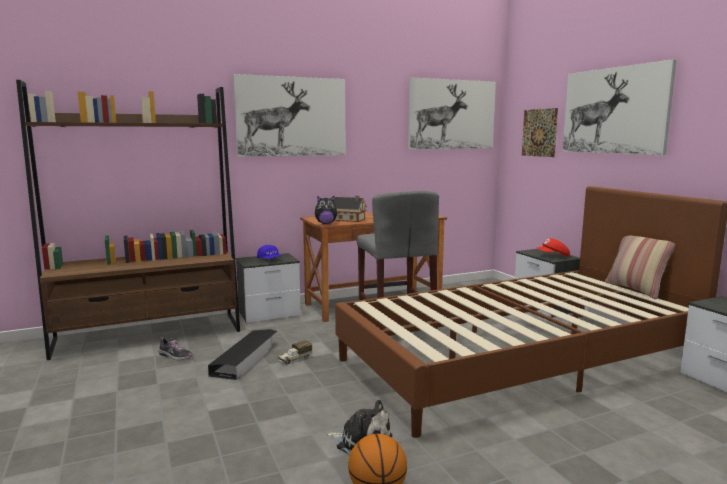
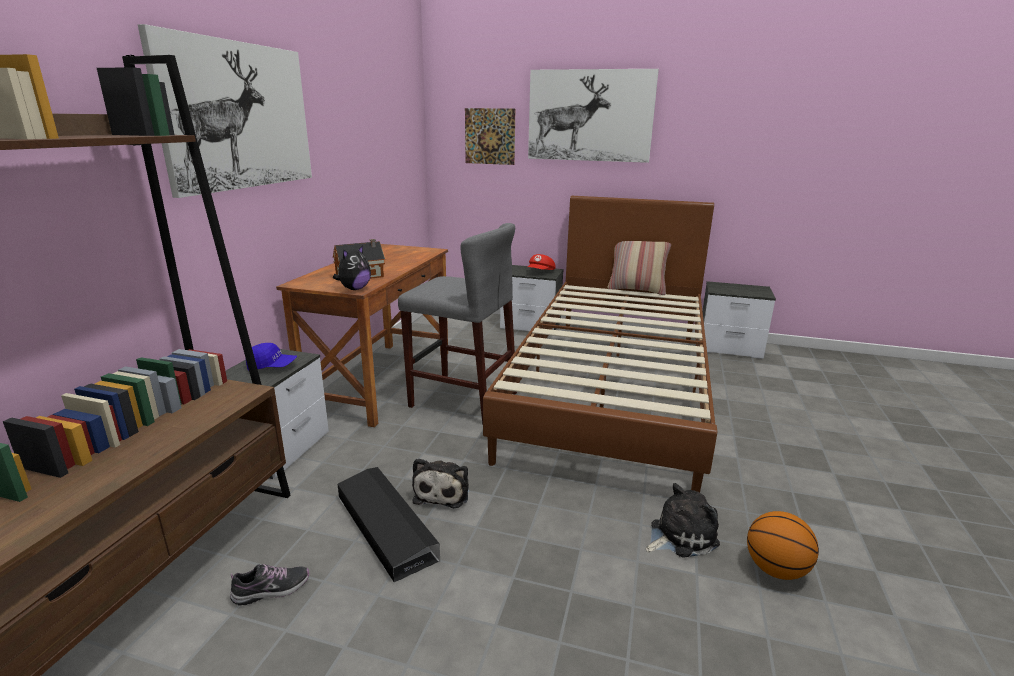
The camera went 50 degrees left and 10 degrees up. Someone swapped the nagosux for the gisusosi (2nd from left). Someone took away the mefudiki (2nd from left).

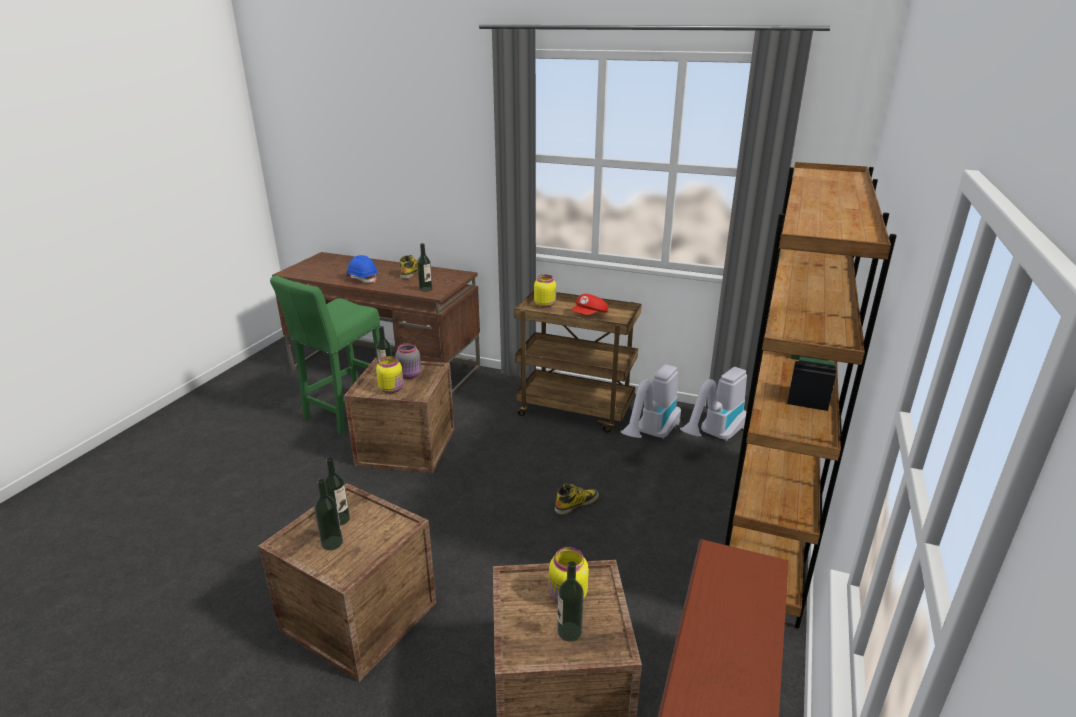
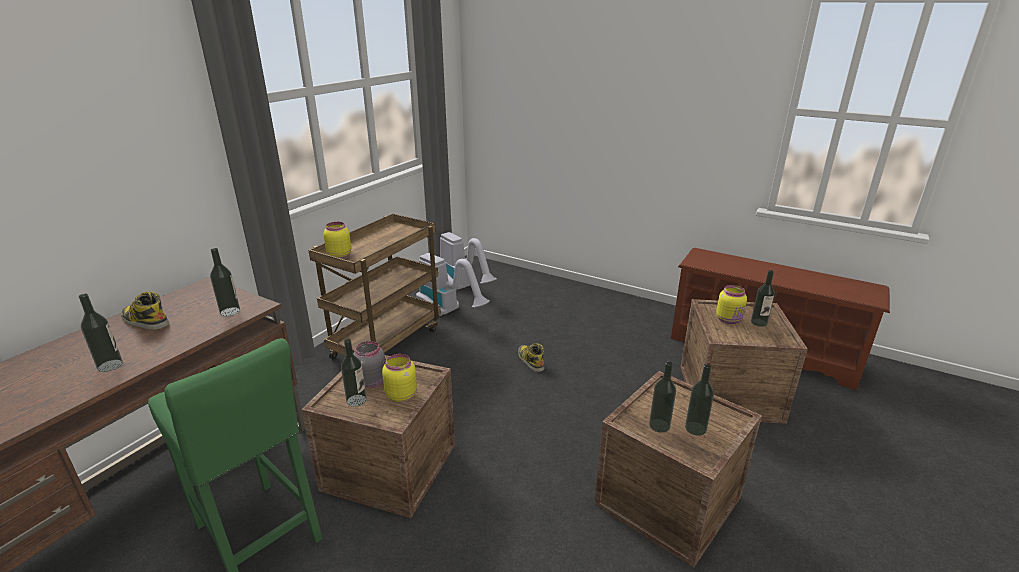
The camera went 80 degrees left and 0 degrees up. Someone swapped the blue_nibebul for the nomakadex (1st from left). Someone took away the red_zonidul. Someone took away the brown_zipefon.

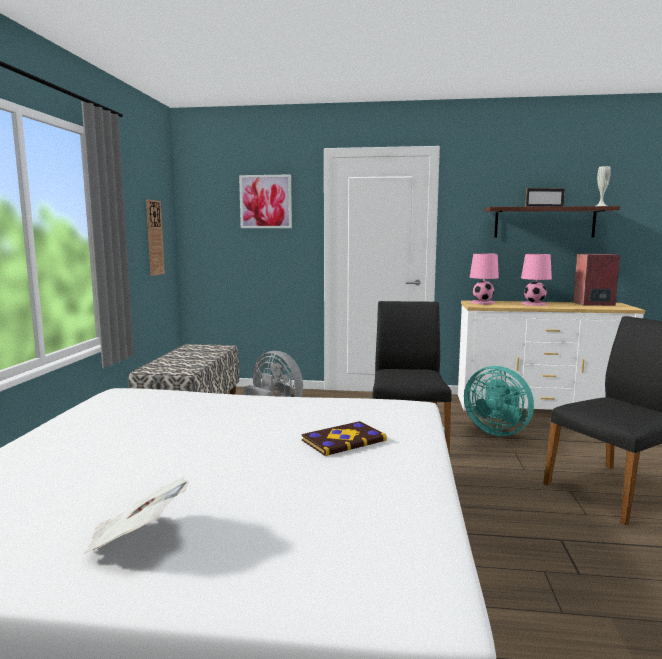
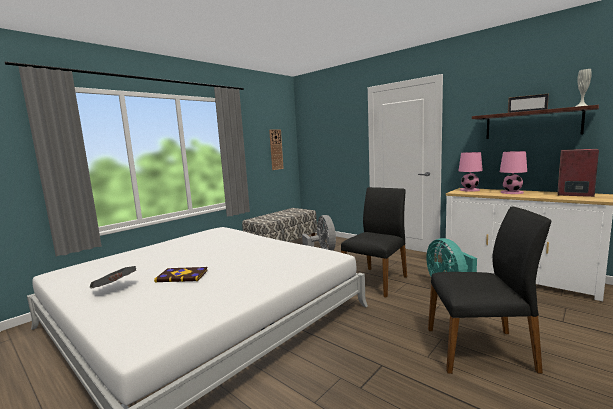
The camera went 35 degrees right and 0 degrees up. Someone carried the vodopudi. Someone took away the mefudiki.

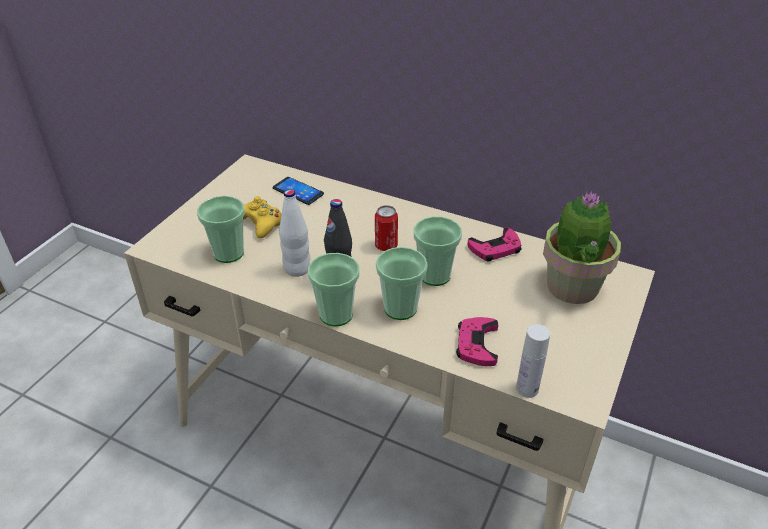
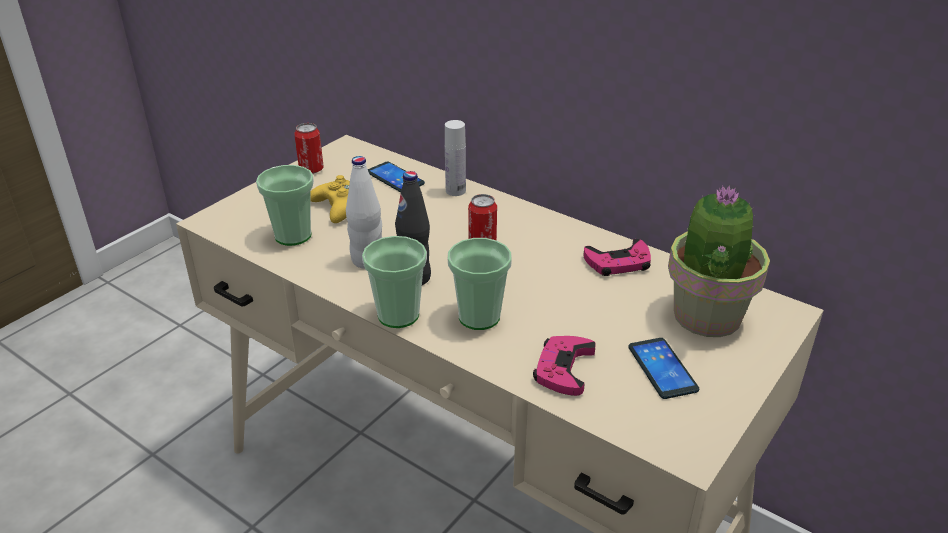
The camera went 10 degrees right and 5 degrees down. Someone put down the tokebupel (1st from left). Someone carried the white_nomakadex (2nd from left). Someone put down the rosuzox (2nd from left). Someone took away the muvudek (4th from left).

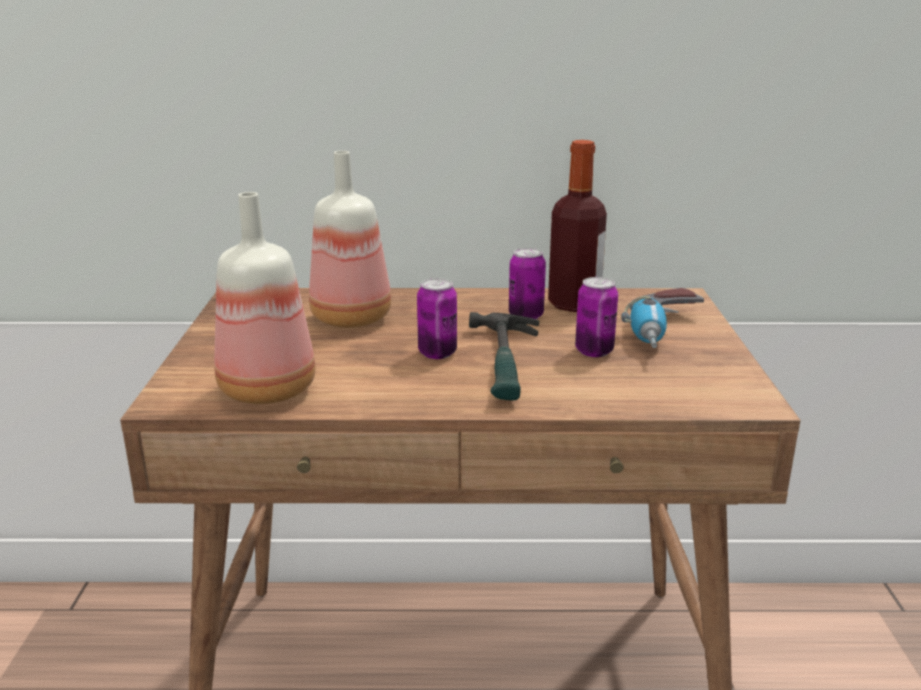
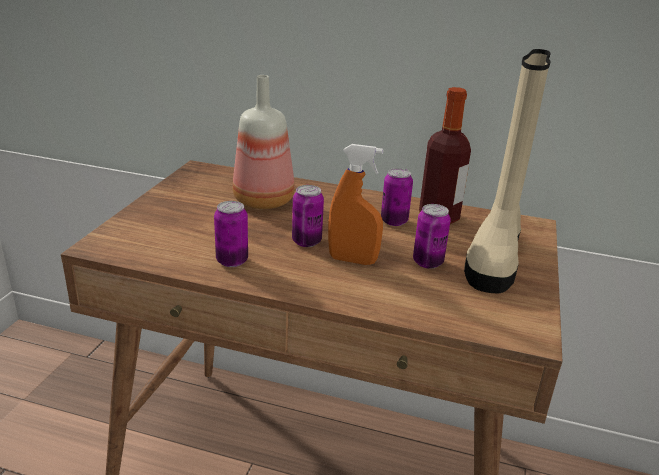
The camera went 15 degrees right and 5 degrees up. Someone put down the tokebupel (1st from left). Someone swapped the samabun for the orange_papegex. Someone swapped the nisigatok for the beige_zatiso. Someone took away the nomakadex (1st from left).

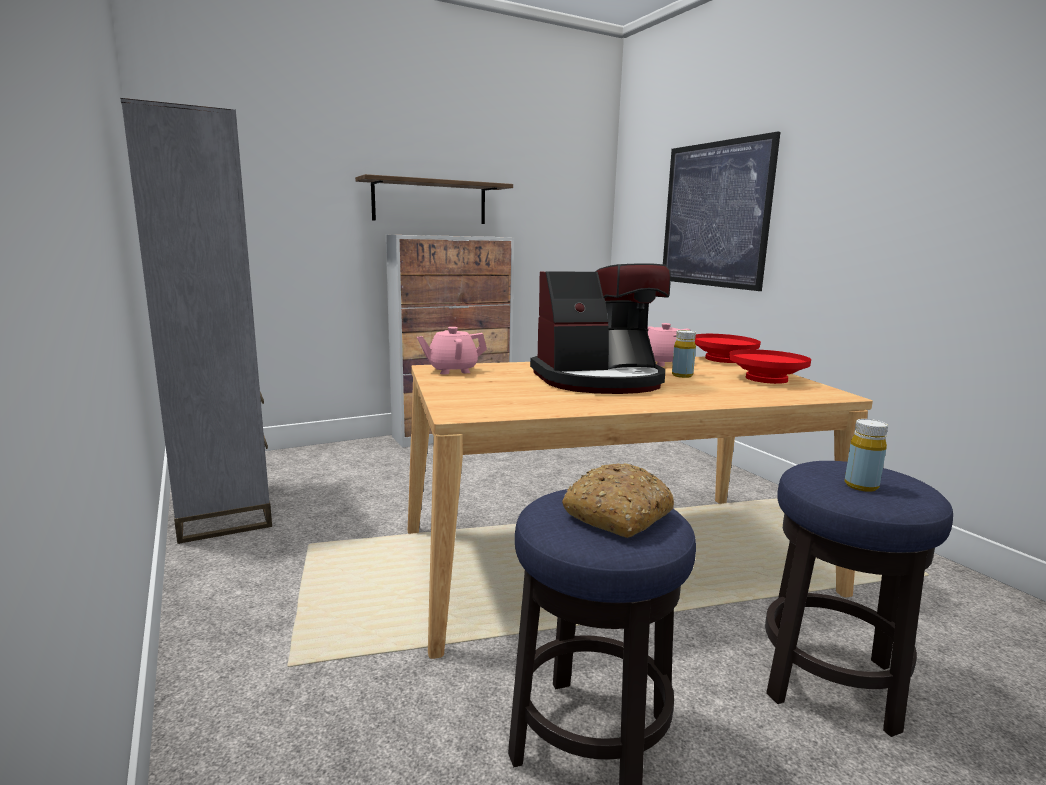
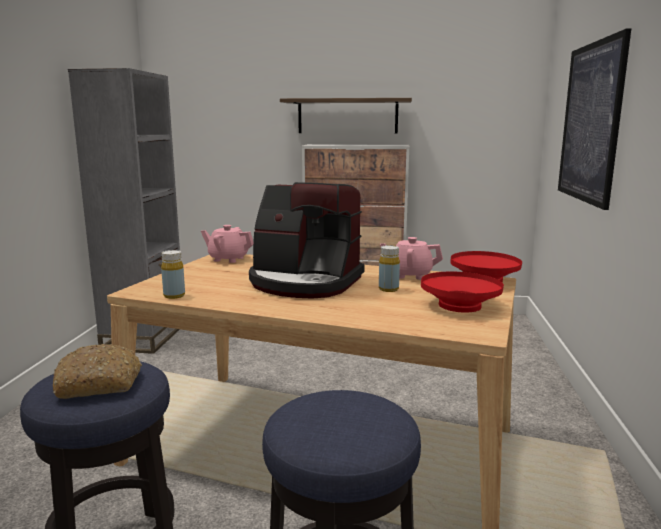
The camera went 35 degrees right and 0 degrees up. Someone carried the yellow_nomakadex (2nd from left in the first image).

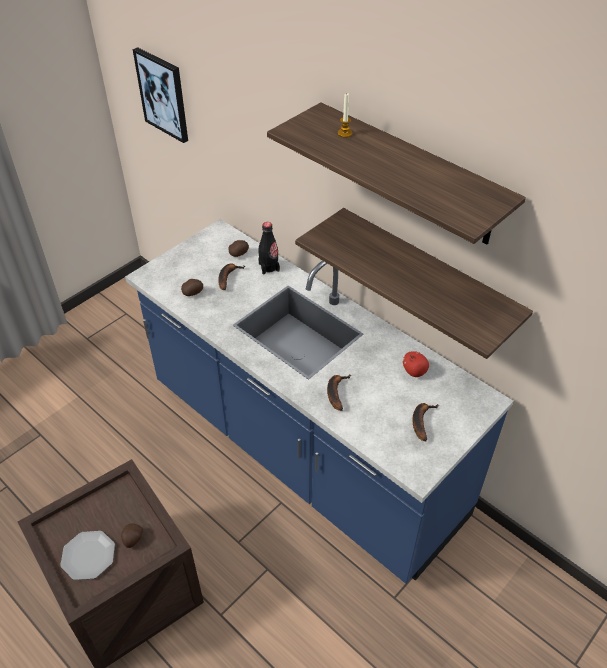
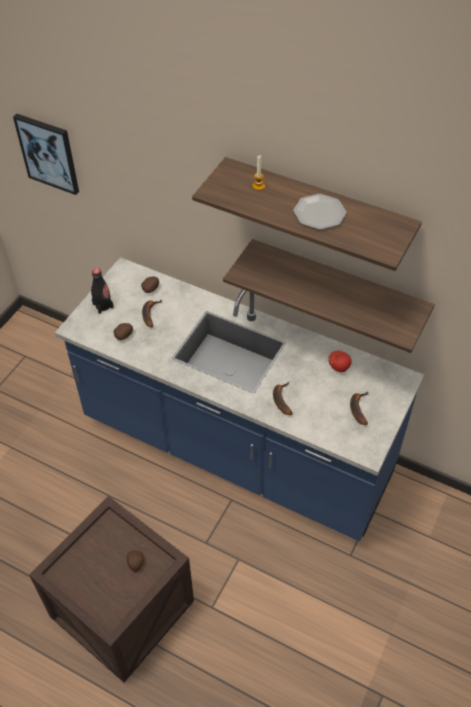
The camera went 15 degrees left and 5 degrees up. Someone carried the black_nomakadex. Someone carried the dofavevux.

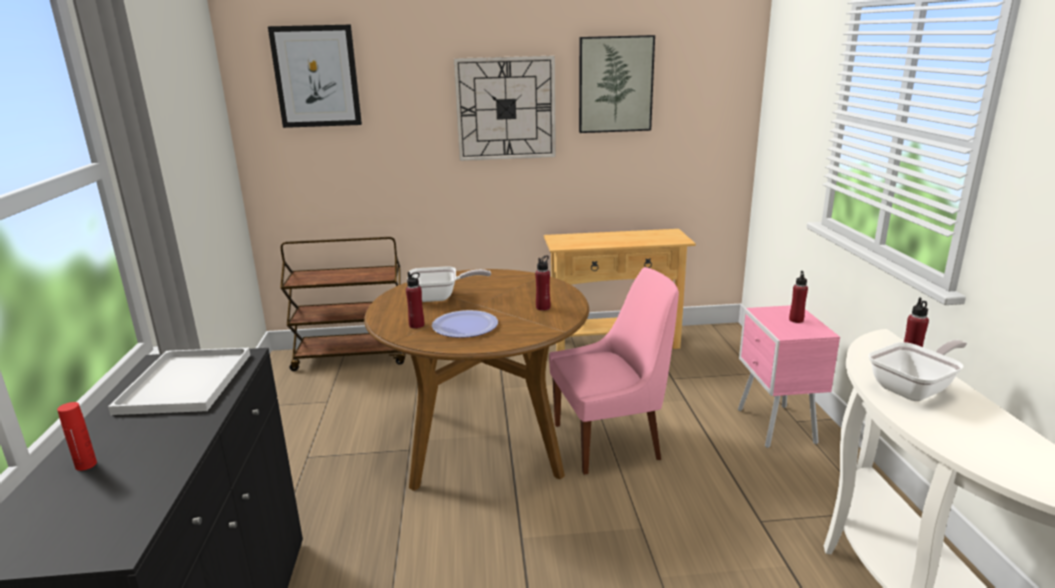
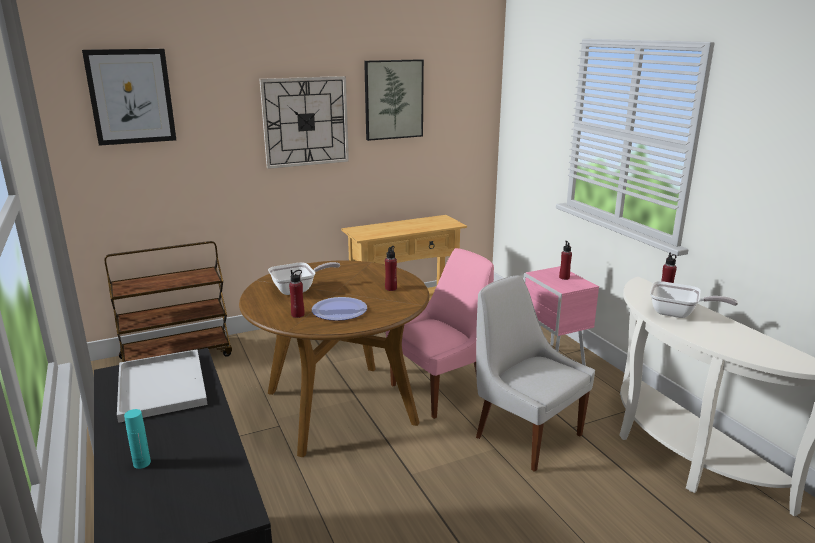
The camera went 20 degrees left and 0 degrees up. Someone repainted the red_nomakadex (1st from left), which became the turquoise_nomakadex. Someone put down the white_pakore. Someone rotated the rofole (2nd from left) by 75 degrees clockwise.

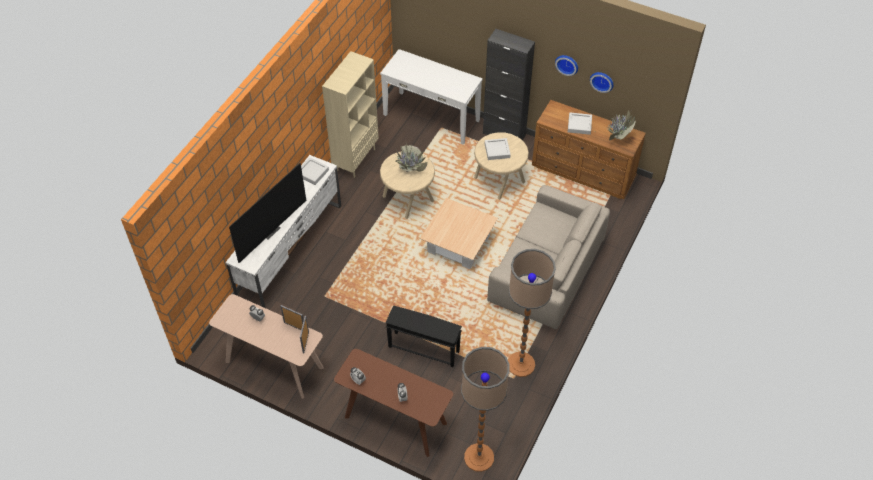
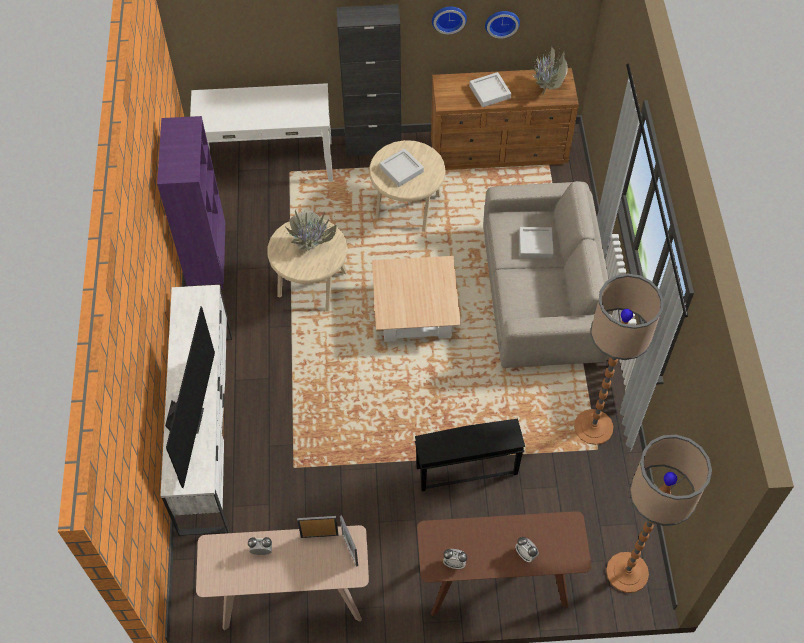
The camera went 30 degrees left and 5 degrees up. Someone repainted the beige_zipefon, which became the purple_zipefon. Someone carried the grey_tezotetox (1st from left in the first image).

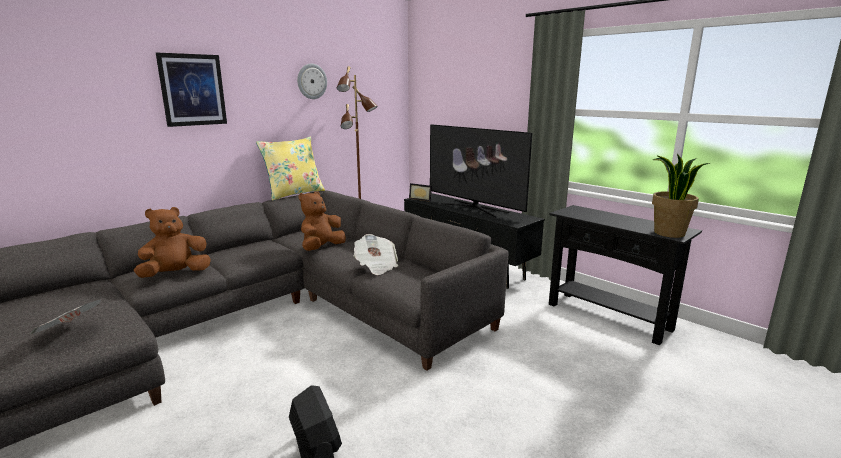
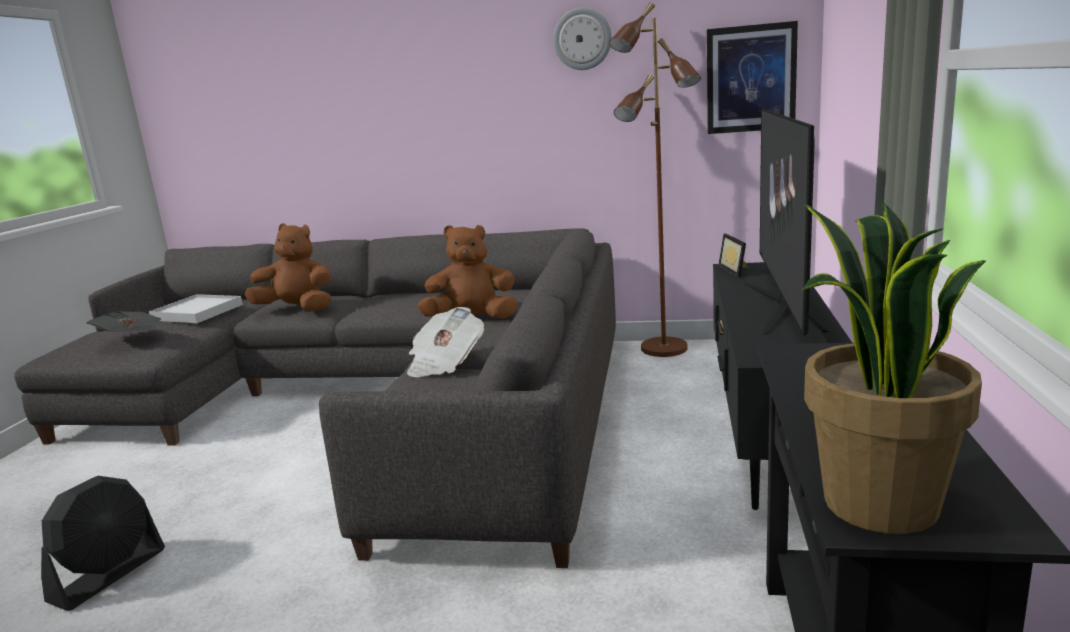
The camera went 55 degrees right and 0 degrees up. Someone put down the white_tezotetox. Someone carried the mefudiki. Someone took away the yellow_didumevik.

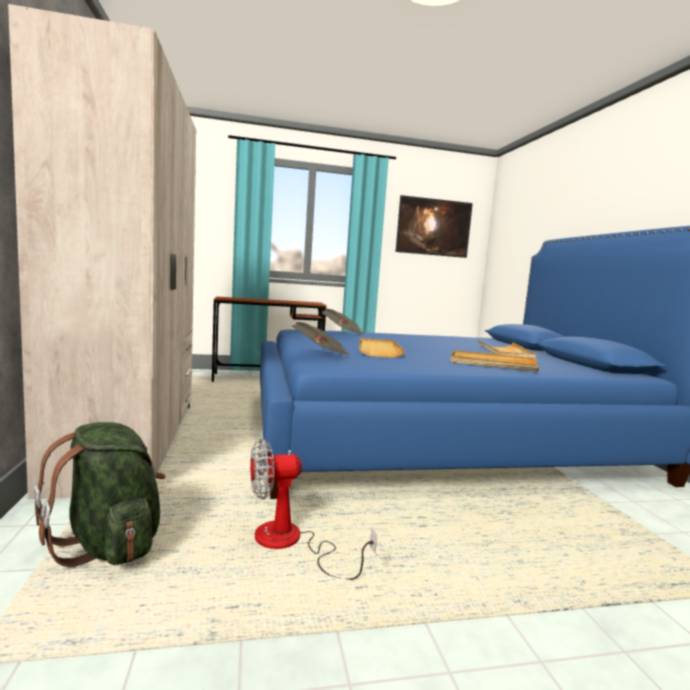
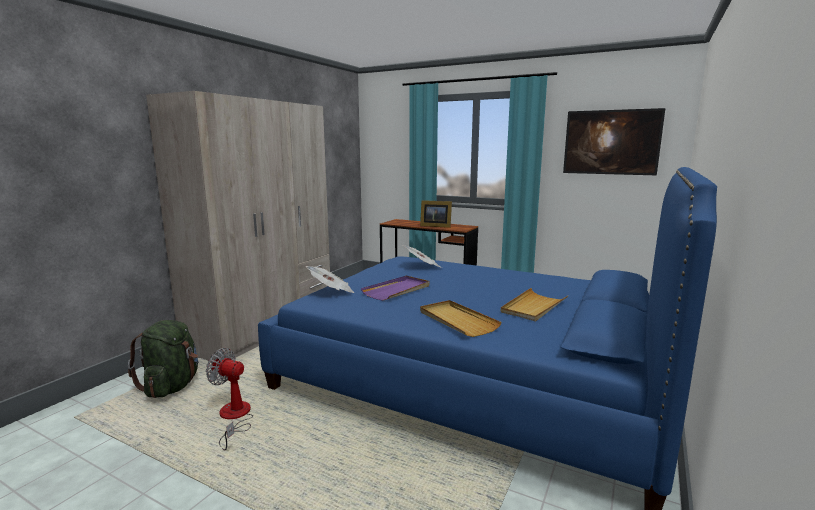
The camera went 40 degrees right and 5 degrees up. Someone repainted the beige_tezotetox (1st from left), which became the purple_tezotetox. Someone put down the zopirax.

